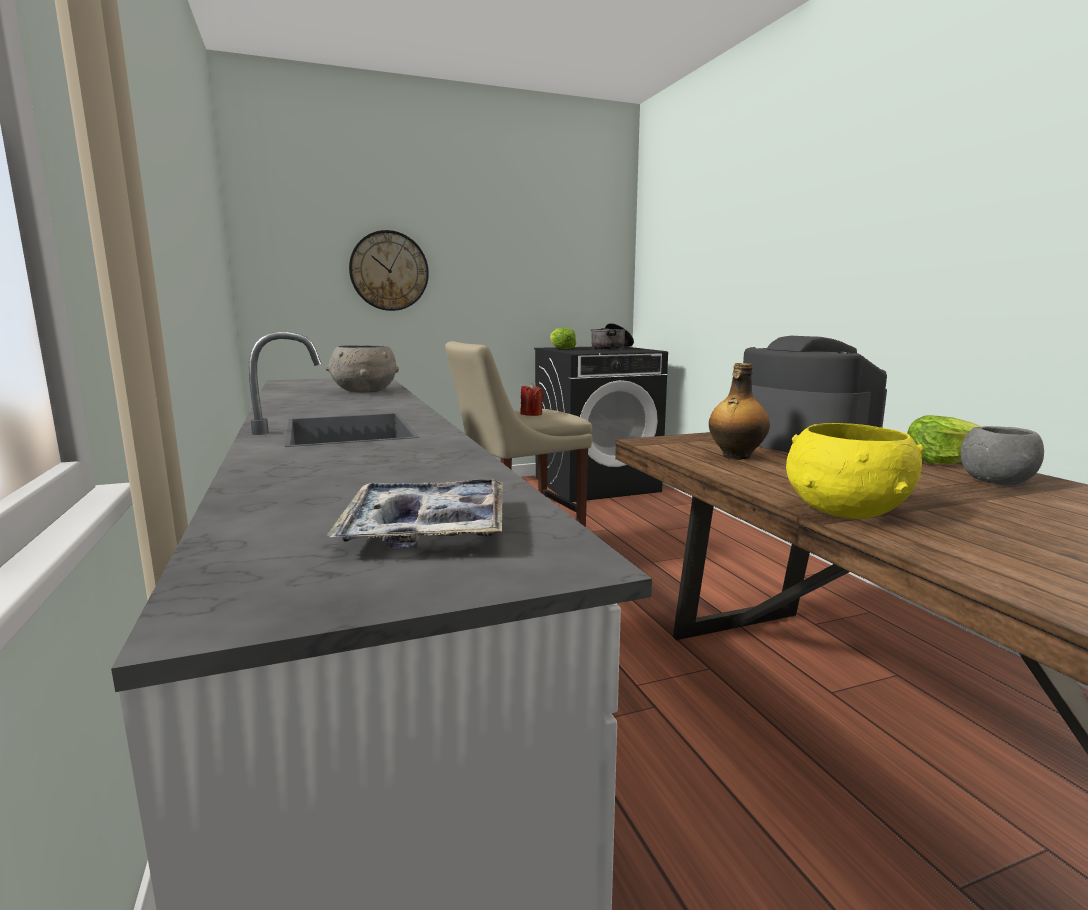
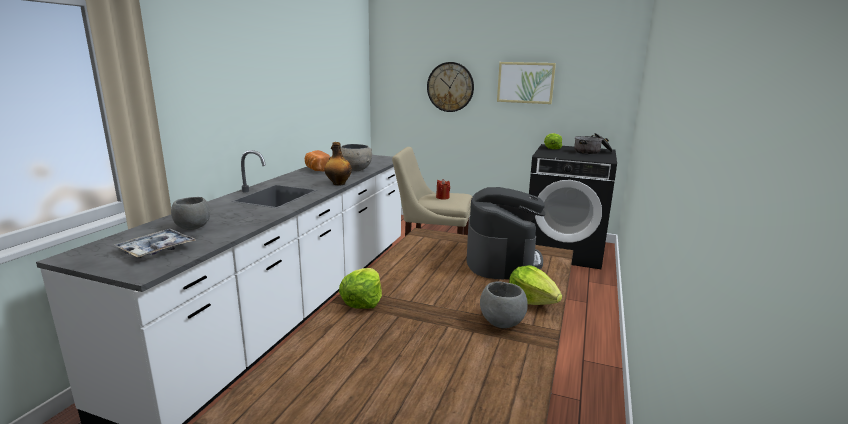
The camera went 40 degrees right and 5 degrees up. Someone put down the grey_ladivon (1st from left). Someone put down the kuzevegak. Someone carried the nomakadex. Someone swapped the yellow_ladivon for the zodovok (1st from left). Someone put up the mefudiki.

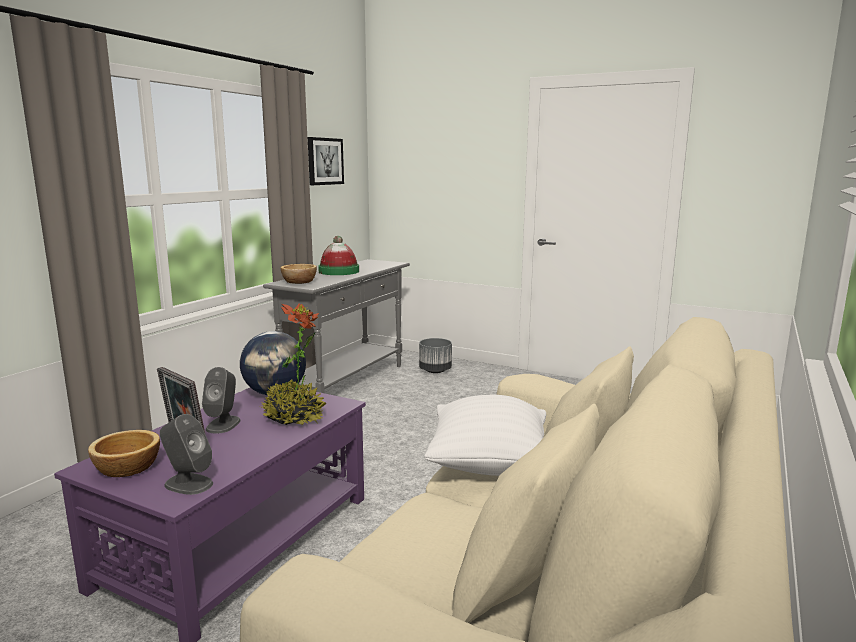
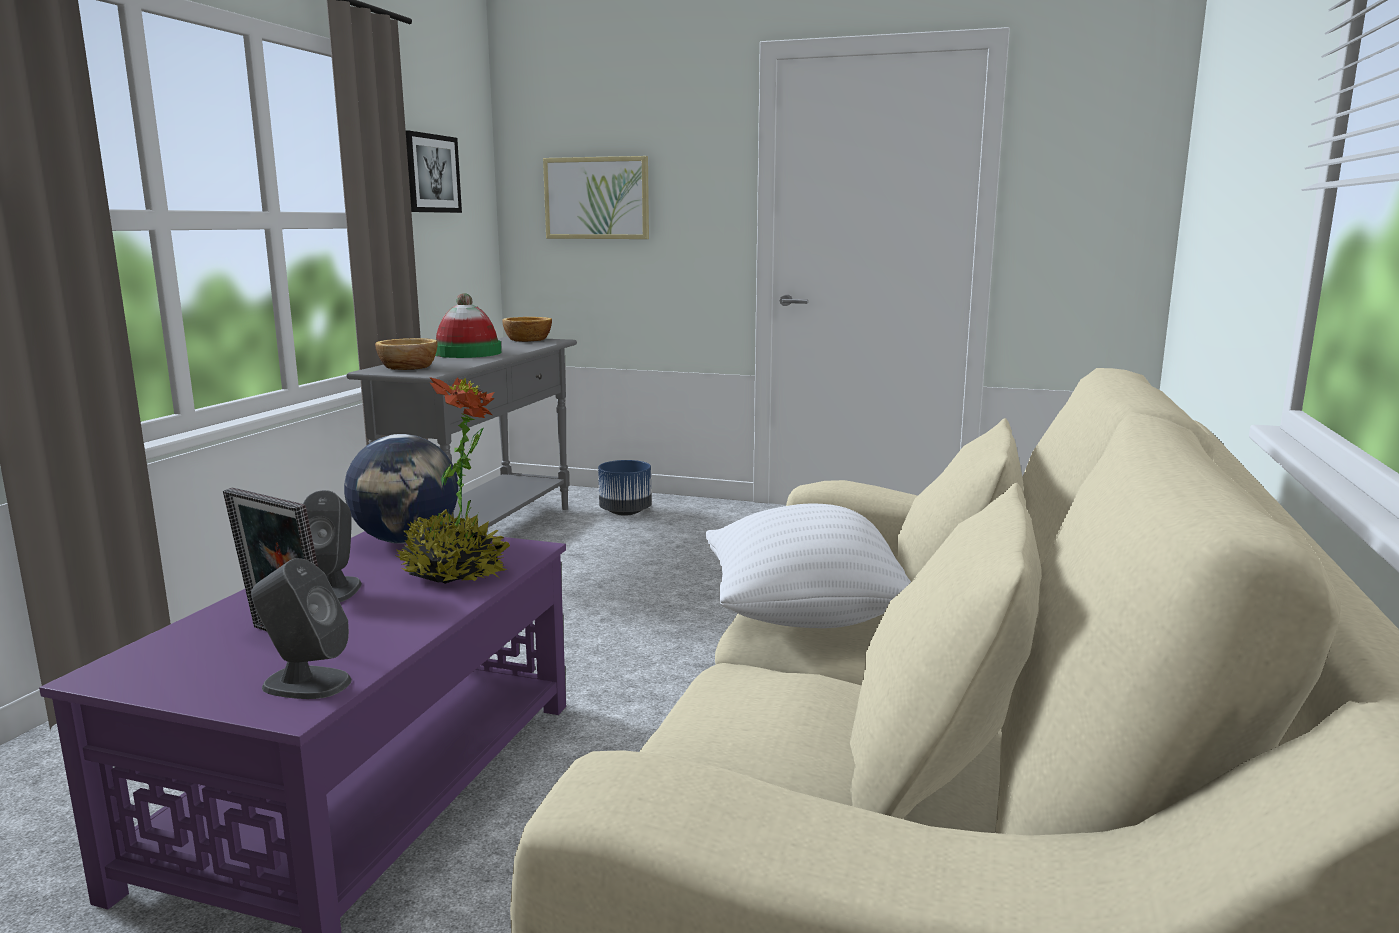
The camera went 10 degrees left and 0 degrees up. Someone carried the ladivon (1st from left in the first image). Someone put up the mefudiki (2nd from left). Someone repainted the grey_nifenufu, which became the blue_nifenufu.

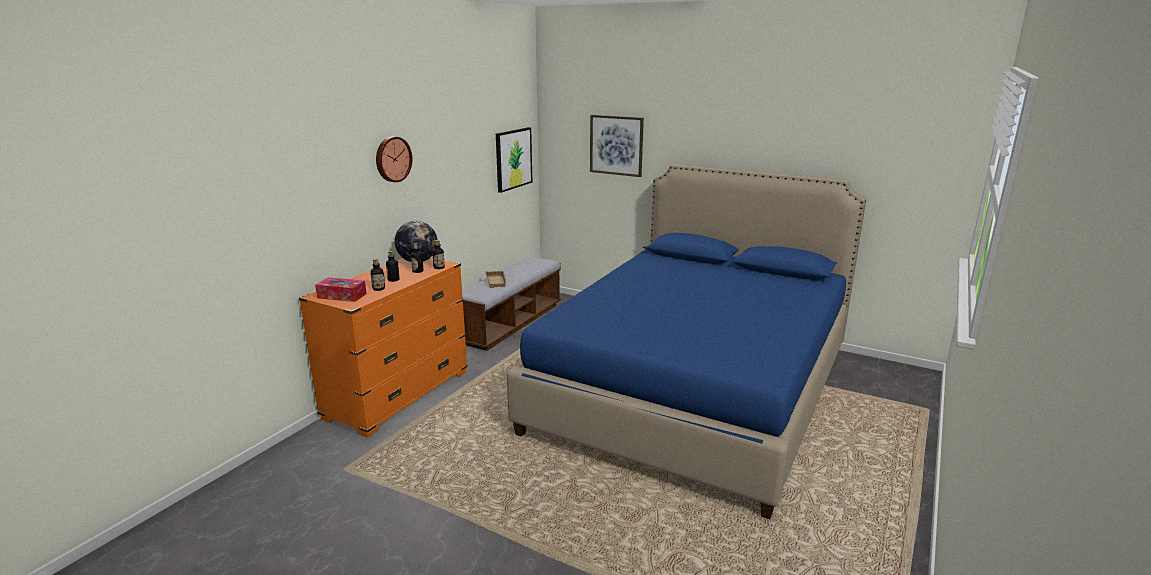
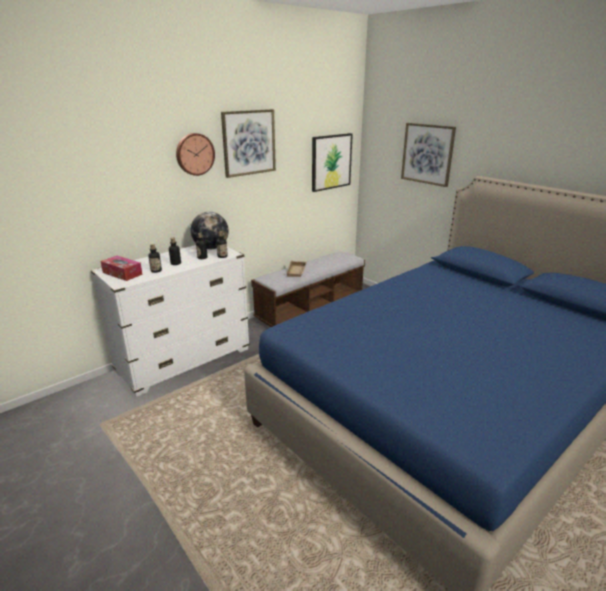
The camera went 20 degrees right and 5 degrees up. Someone repainted the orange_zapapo, which became the white_zapapo. Someone put up the mefudiki (1st from left).

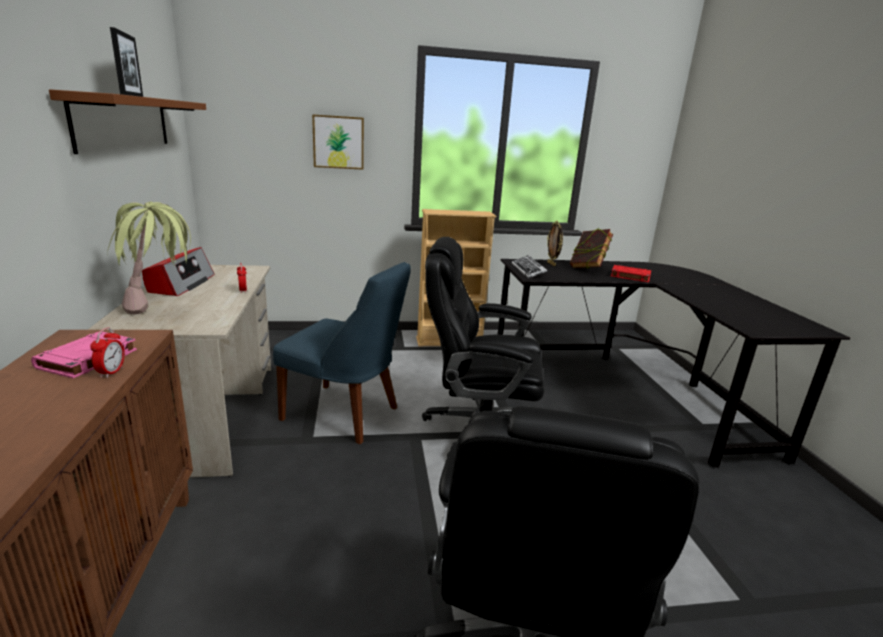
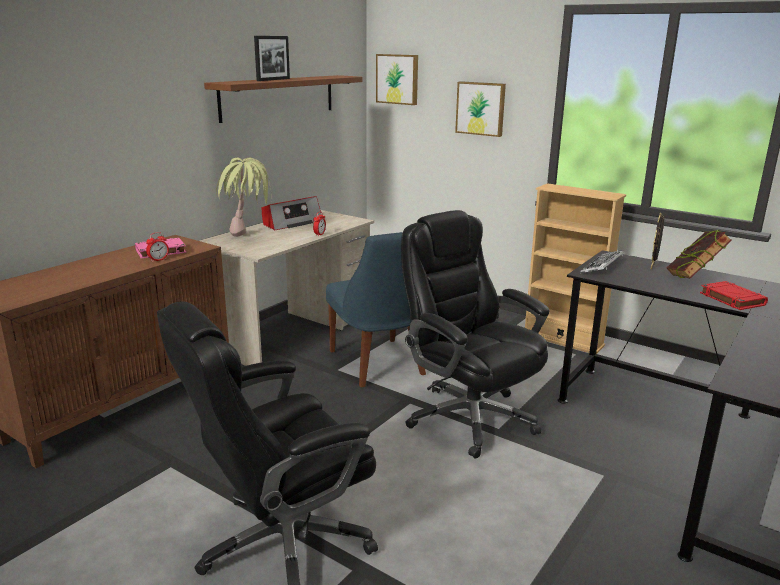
The camera went 45 degrees right and 0 degrees up. Someone put up the mefudiki (1st from left).

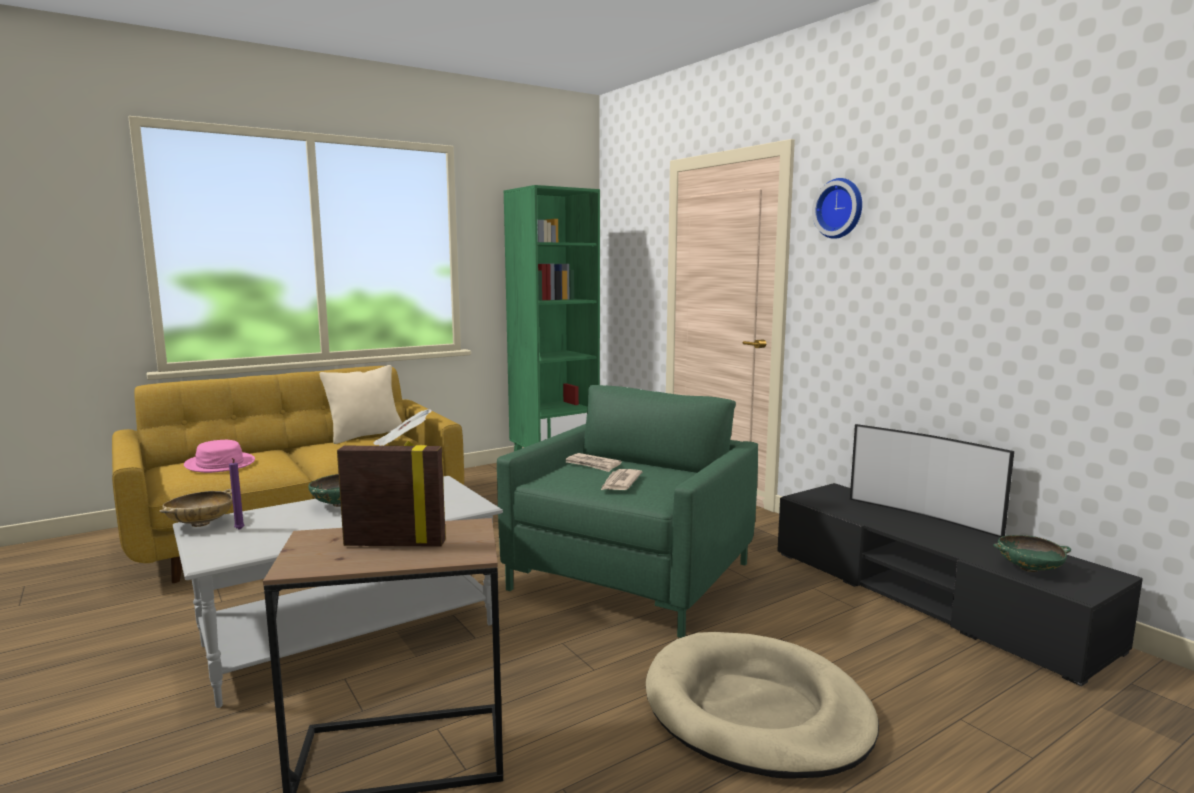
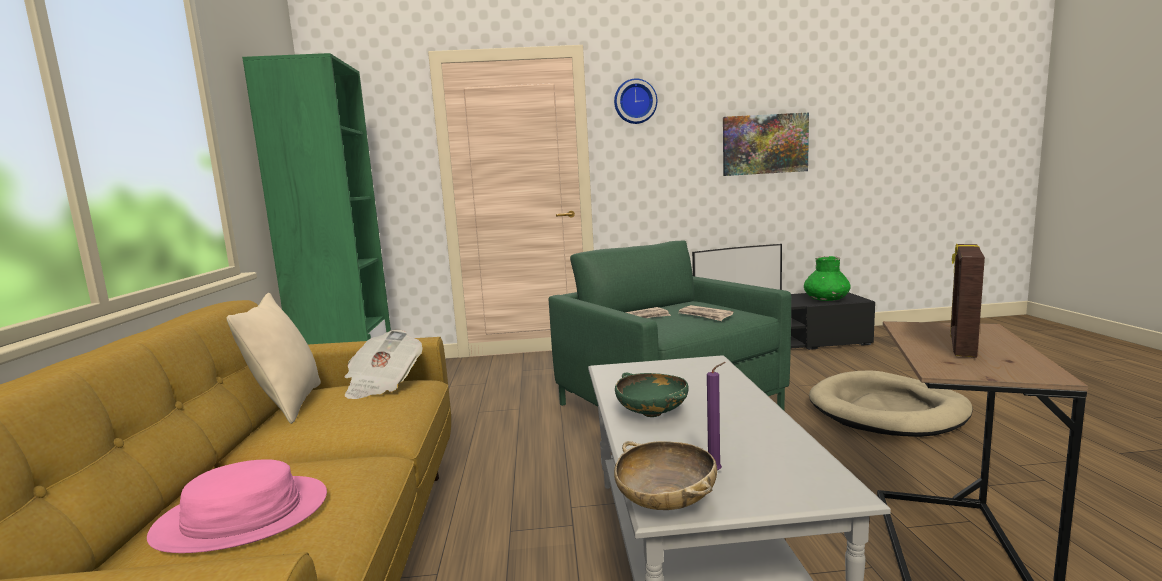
The camera went 60 degrees left and 0 degrees up. Someone put up the mefudiki. Someone swapped the green_ladivon (2nd from left) for the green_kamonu.

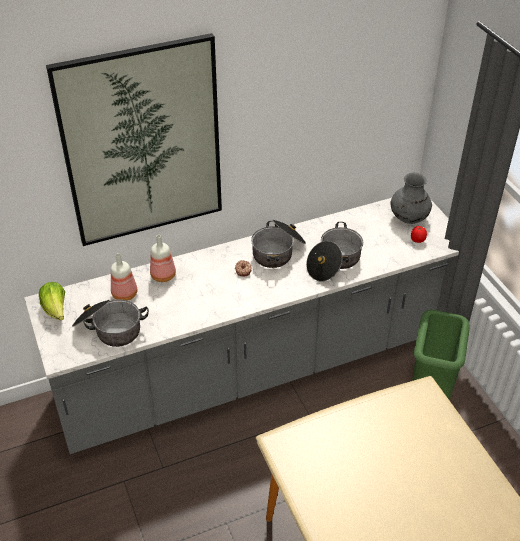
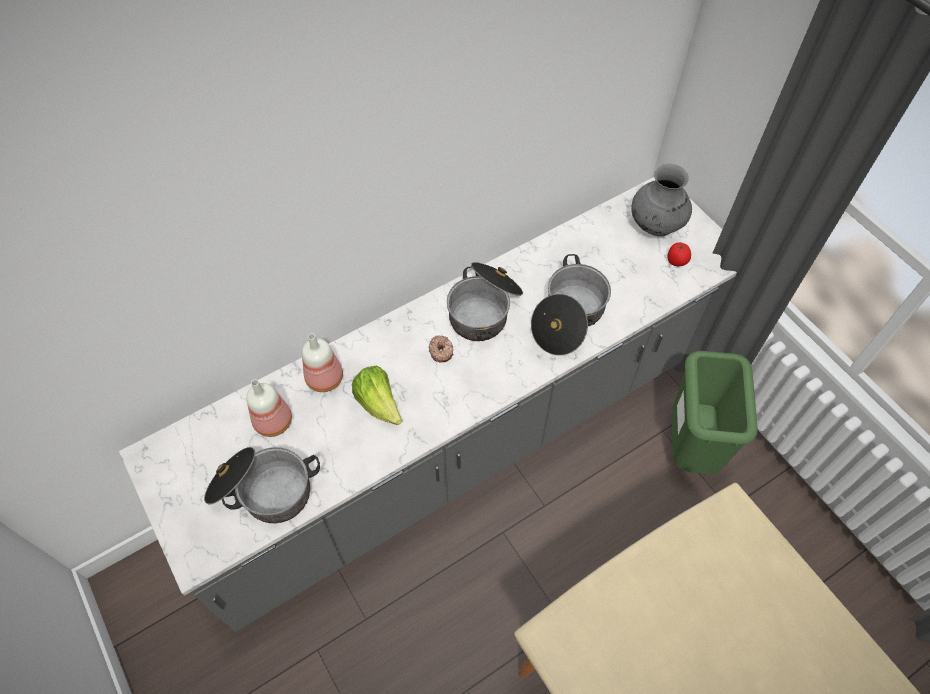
The camera went 10 degrees left and 15 degrees up. Someone carried the zodovok. Someone took away the mefudiki.

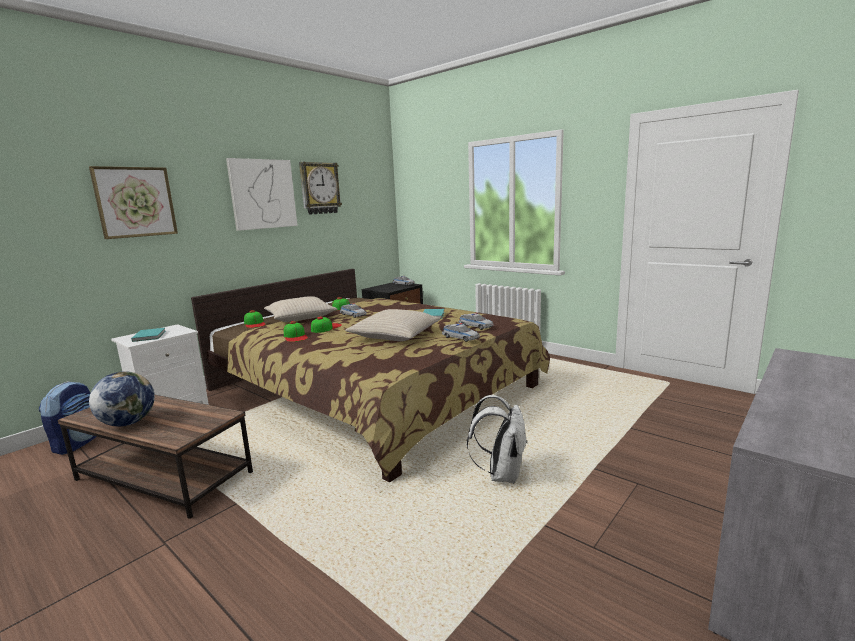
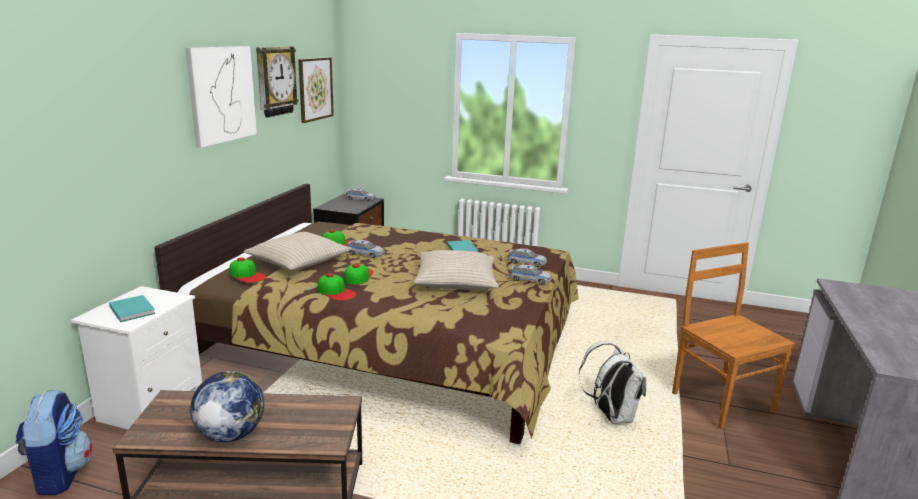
The camera went 25 degrees left and 5 degrees up. Someone carried the mefudiki (1st from left in the first image). Someone put down the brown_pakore.

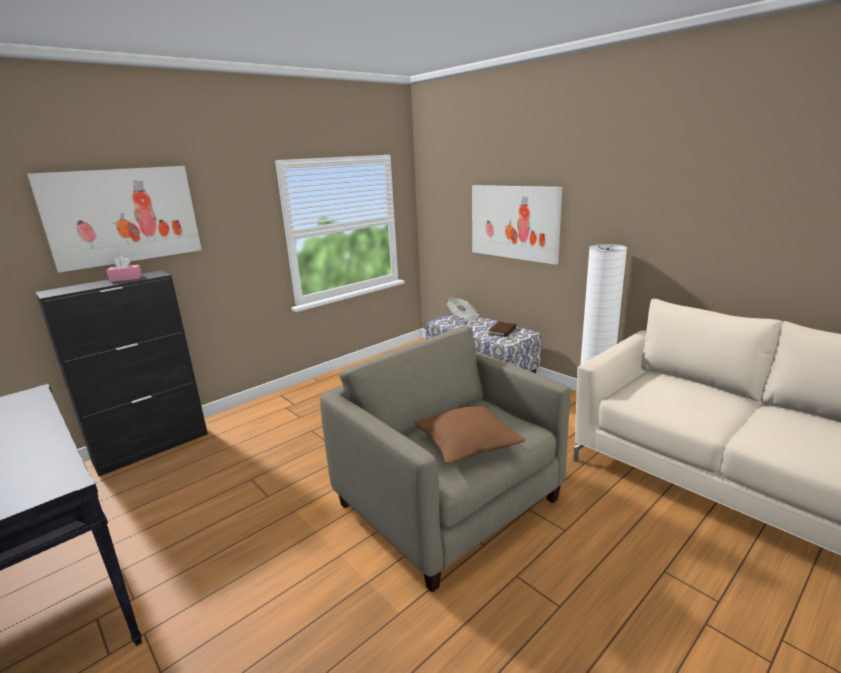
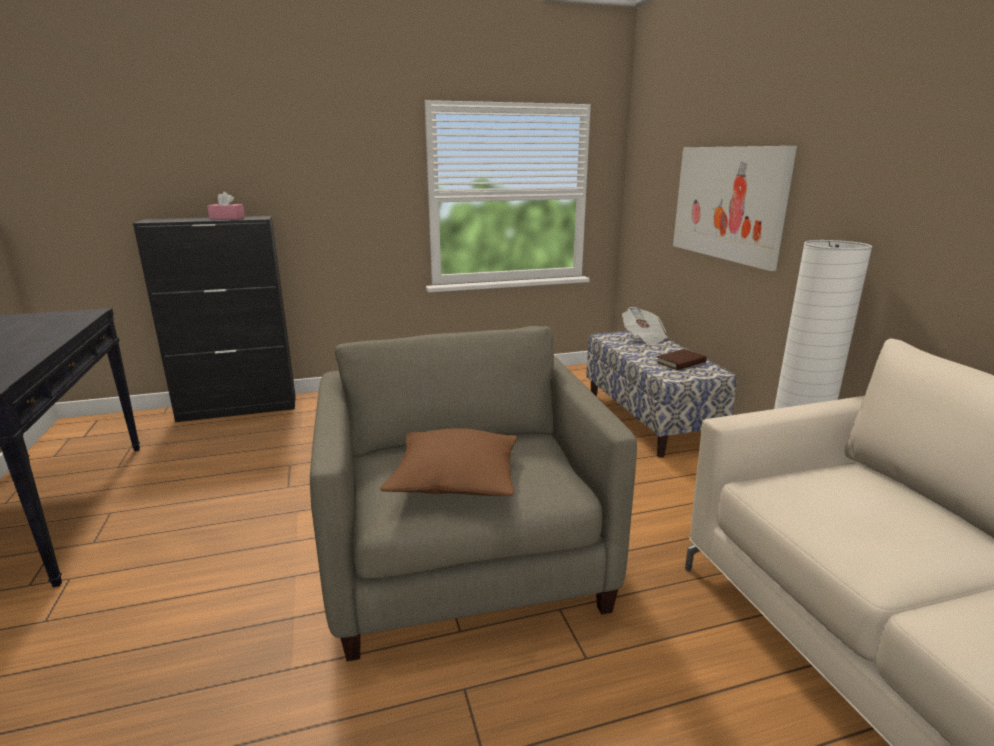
The camera went 25 degrees right and 0 degrees up. Someone took away the mefudiki (1st from left).

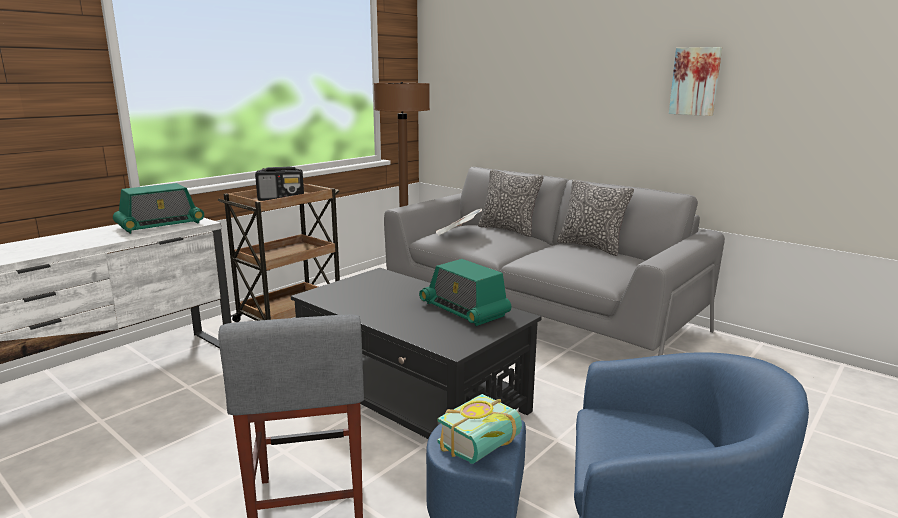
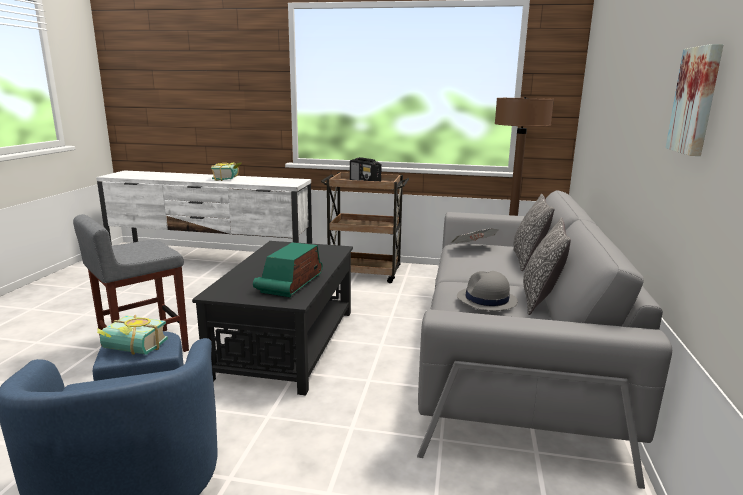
The camera went 60 degrees right and 0 degrees up. Someone put down the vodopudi (2nd from left). Someone put down the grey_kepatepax. Someone took away the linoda (1st from left).

